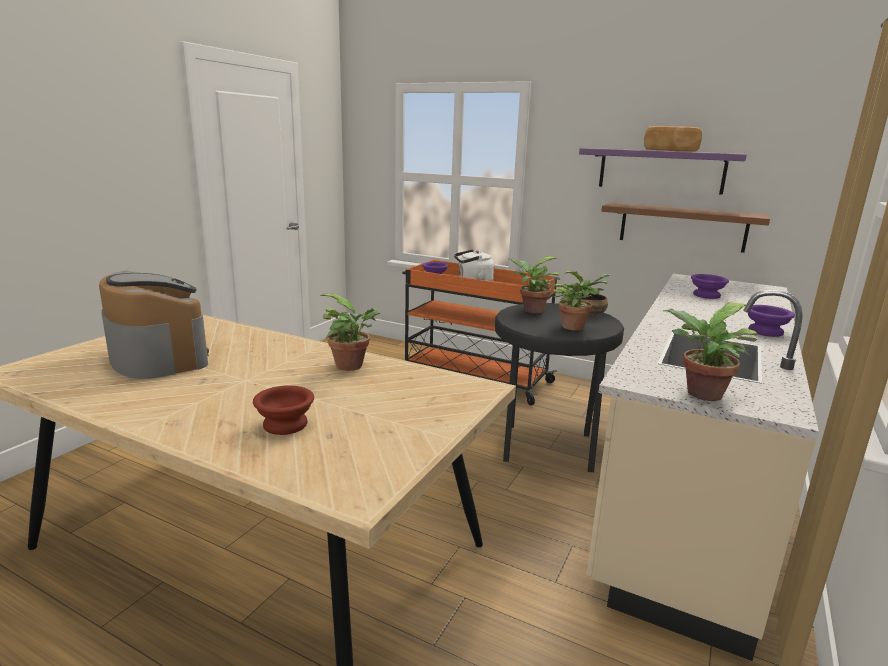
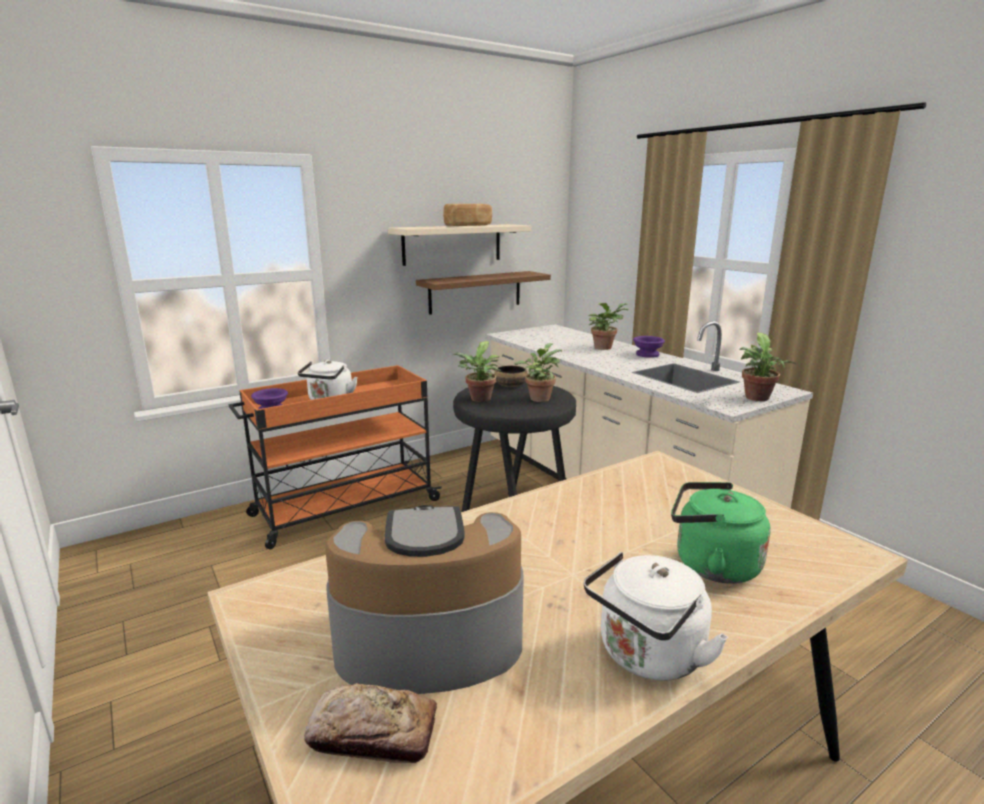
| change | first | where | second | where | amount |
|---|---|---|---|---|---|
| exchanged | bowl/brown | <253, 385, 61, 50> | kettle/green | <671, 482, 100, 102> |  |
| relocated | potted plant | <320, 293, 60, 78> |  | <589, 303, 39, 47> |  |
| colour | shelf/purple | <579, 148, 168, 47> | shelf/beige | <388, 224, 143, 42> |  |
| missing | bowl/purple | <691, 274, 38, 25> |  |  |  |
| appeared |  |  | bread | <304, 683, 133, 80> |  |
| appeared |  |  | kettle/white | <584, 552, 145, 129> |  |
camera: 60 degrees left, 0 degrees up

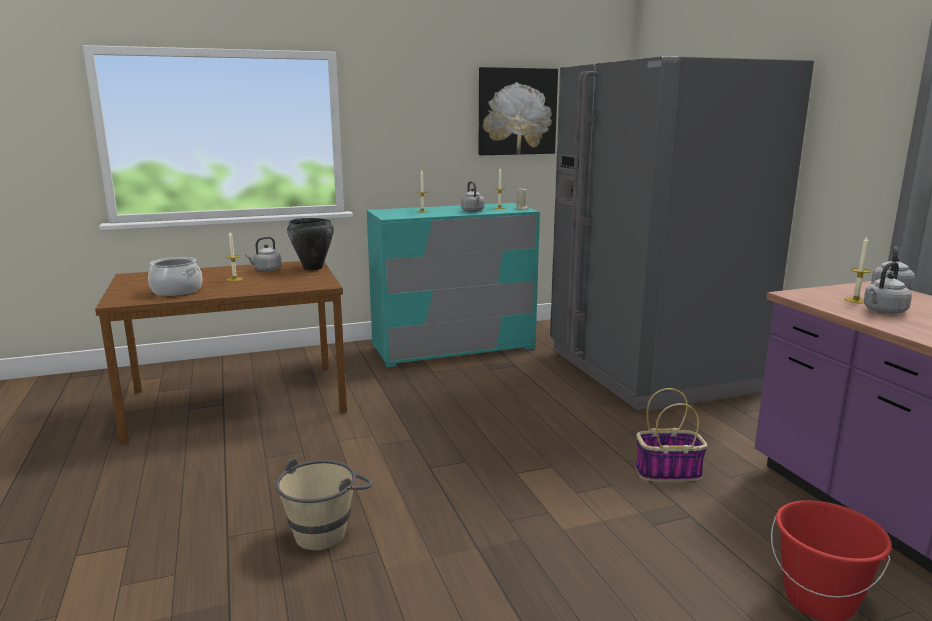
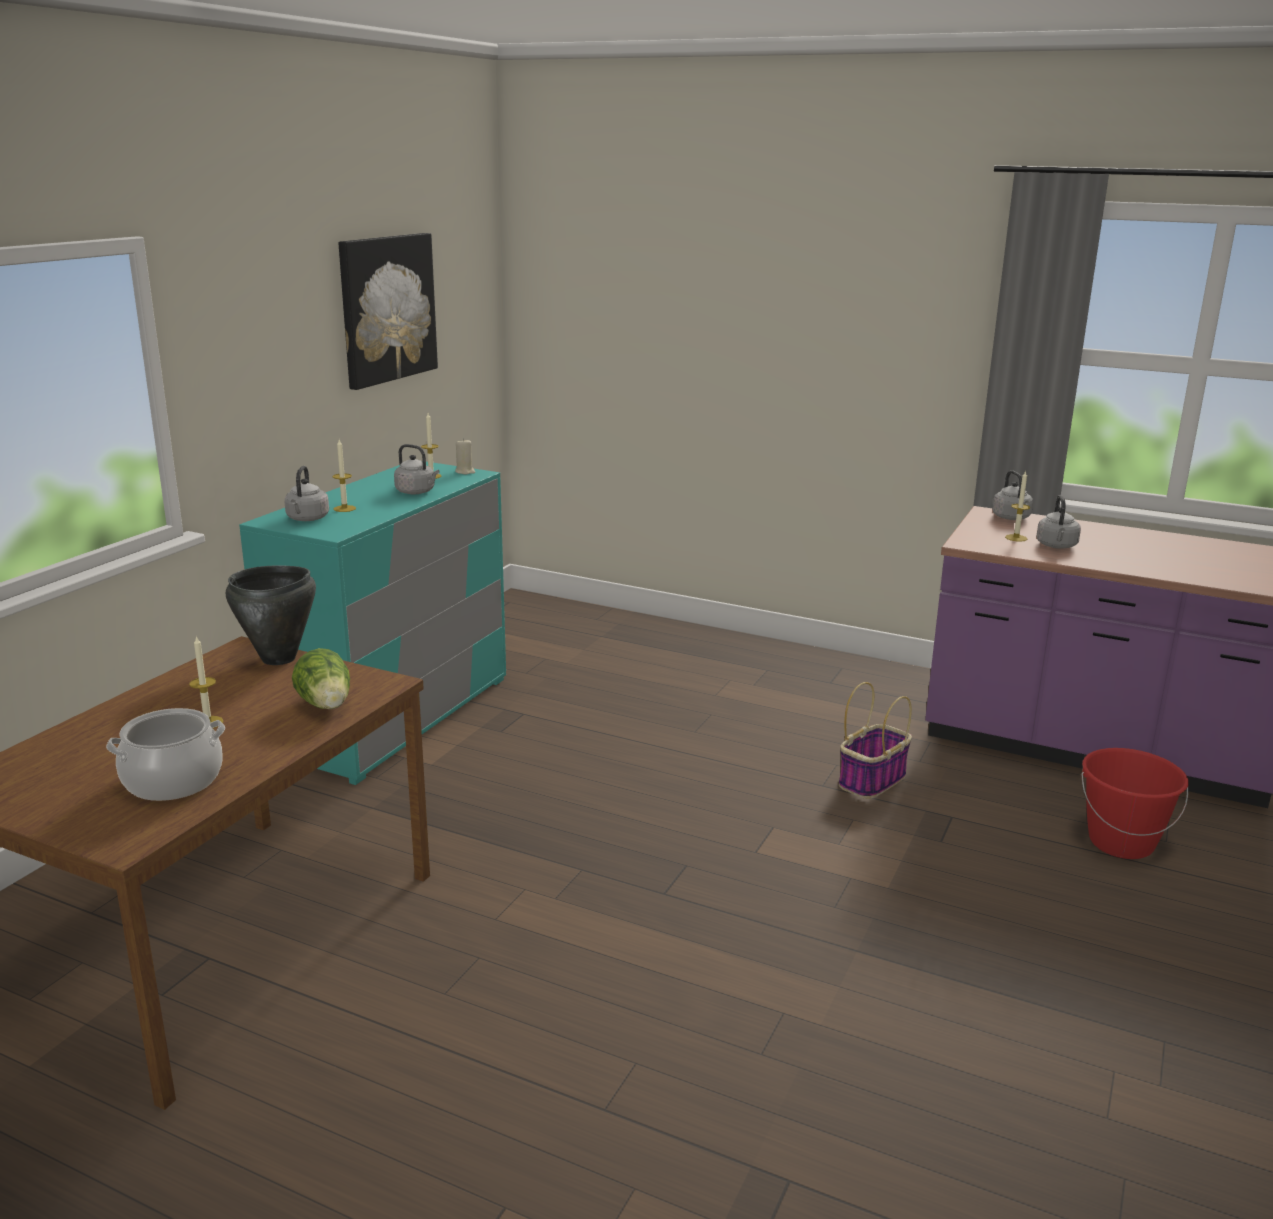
| change | first | where | second | where | amount |
|---|---|---|---|---|---|
| relocated | kettle/grey | <245, 237, 37, 34> |  | <284, 466, 45, 55> |  |
| missing | bucket/beige | <276, 459, 96, 91> |  |  |  |
| missing | fridge/grey | <550, 56, 264, 355> |  |  |  |
| appeared |  |  | lettuce | <292, 648, 58, 61> |  |
camera: 45 degrees left, 5 degrees up

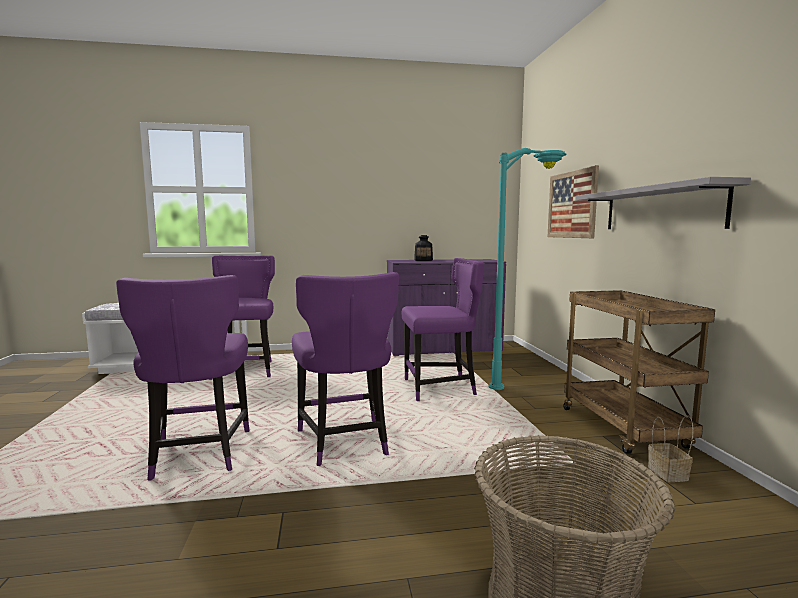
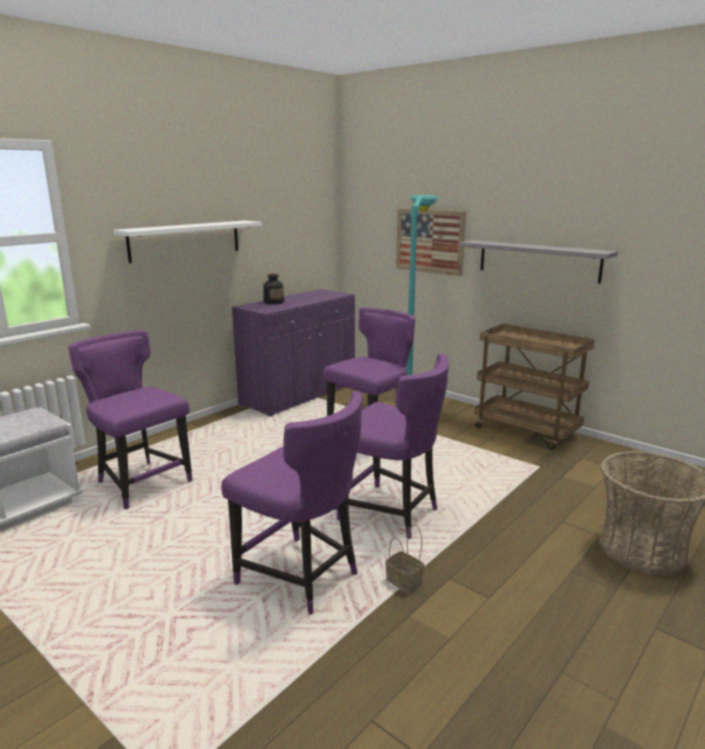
| change | first | where | second | where | amount |
|---|---|---|---|---|---|
| relocated | basket | <648, 415, 46, 67> |  | <385, 524, 39, 70> |  |
| appeared |  |  | shelf/white | <113, 221, 149, 42> |  |
camera: 40 degrees left, 10 degrees up

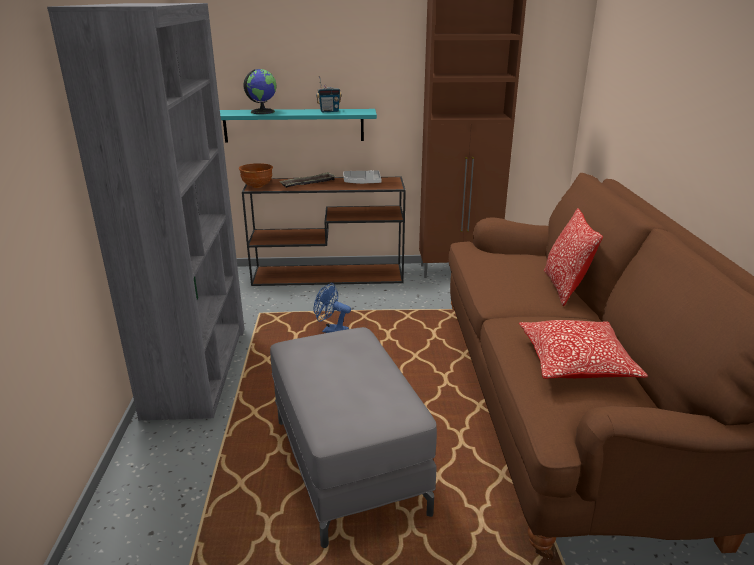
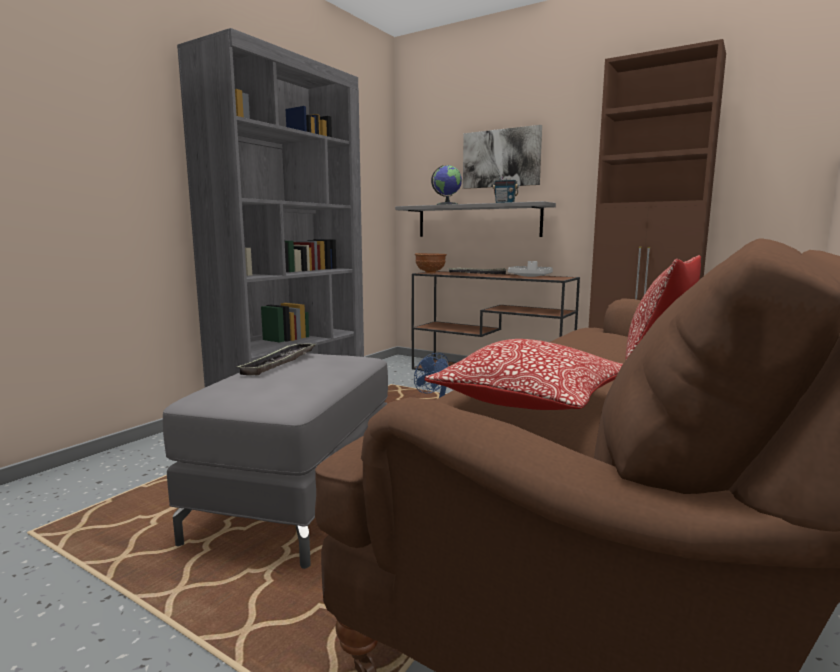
| change | first | where | second | where | amount |
|---|---|---|---|---|---|
| colour | shelf/turquoise | <220, 109, 157, 33> | shelf/grey | <395, 201, 161, 36> |  |
| appeared |  |  | tray | <237, 343, 78, 32> |  |
| appeared |  |  | picture | <463, 125, 79, 64> |  |
camera: 35 degrees right, 15 degrees down

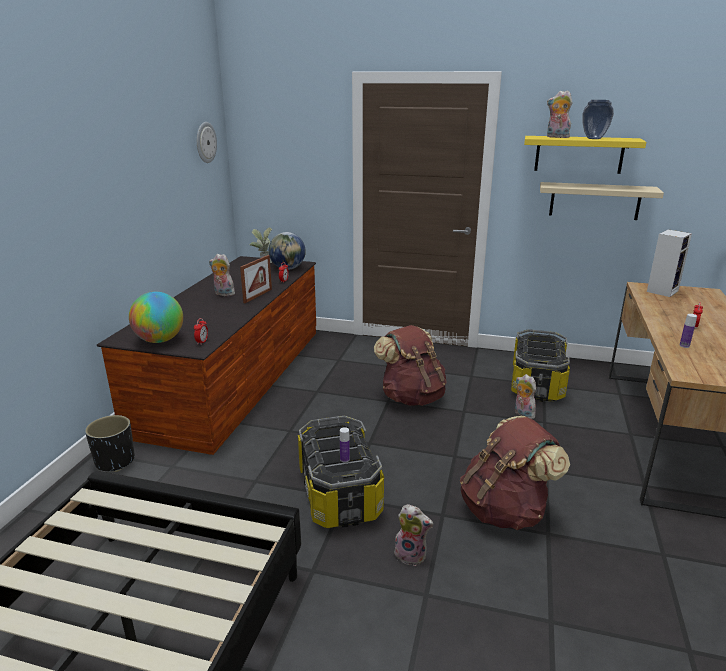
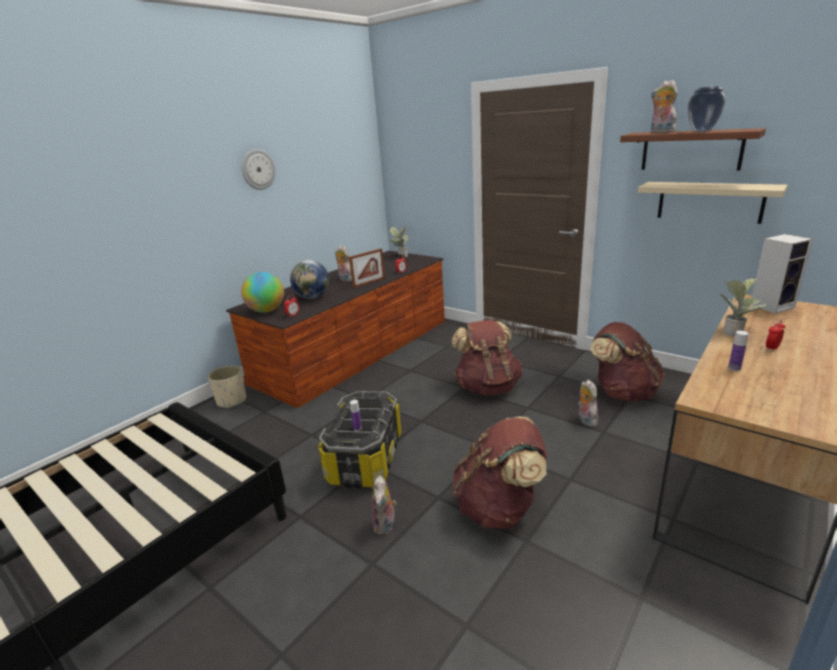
| change | first | where | second | where | amount |
|---|---|---|---|---|---|
| colour | planter/black | <85, 415, 50, 57> | planter/beige | <208, 365, 38, 44> |  |
| relocated | wall clock | <197, 122, 20, 41> |  | <242, 149, 33, 41> |  |
| relocated | globe | <268, 232, 38, 38> |  | <290, 260, 39, 39> |  |
| spun | plush toy | <394, 504, 39, 62> |  | <372, 476, 25, 59> | 45 degrees clockwise |
| exchanged | storage box | <511, 329, 59, 73> | backpack/brown | <590, 322, 74, 80> |  |
| colour | shelf/yellow | <524, 136, 122, 38> | shelf/brown | <620, 128, 146, 43> |  |
| appeared |  |  | potted plant | <720, 278, 46, 59> |  |
camera: 25 degrees right, 0 degrees up

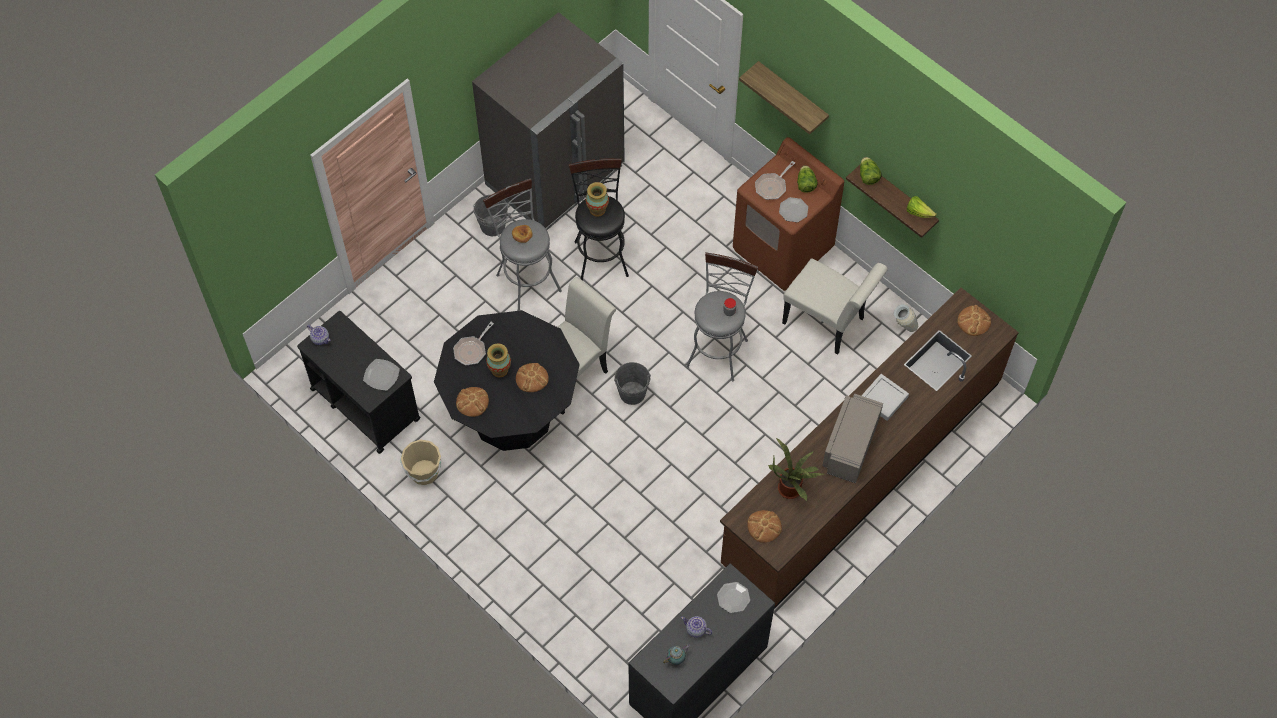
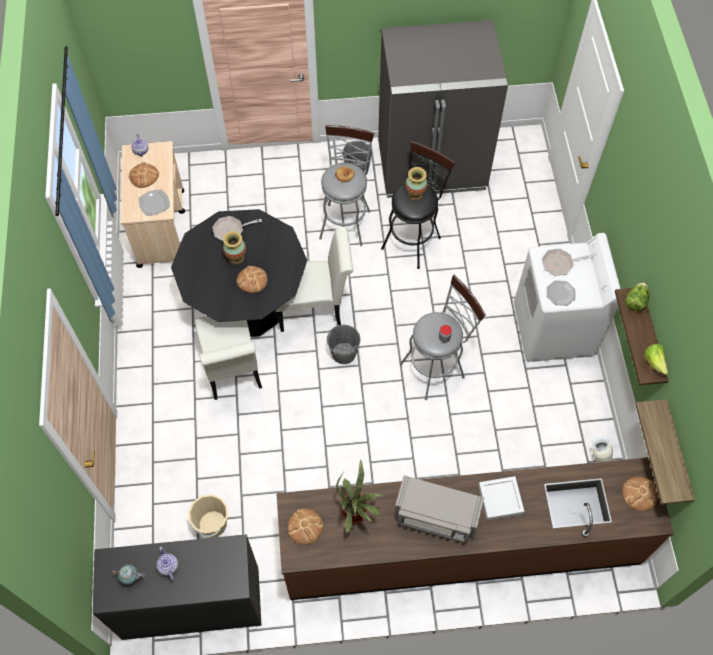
| change | first | where | second | where | amount |
|---|---|---|---|---|---|
| colour | cart/black | <297, 311, 124, 143> | cart/beige | <121, 141, 64, 127> |  |
| relocated | bucket/beige | <401, 439, 40, 46> |  | <188, 494, 40, 44> |  |
| relocated | bread | <456, 387, 33, 30> |  | <129, 162, 30, 26> |  |
| missing | plate | <717, 582, 33, 31> |  |  |  |
| colour | washing machine/brown | <733, 137, 111, 154> | washing machine/white | <514, 233, 107, 129> |  |
| relocated | shelf | <739, 61, 90, 73> |  | <635, 399, 60, 106> |  |
| relocated | chair/white | <782, 258, 106, 97> |  | <194, 316, 68, 84> |  |
| missing | lettuce | <797, 165, 21, 28> |  |  |  |
| spun | microwave/grey | <822, 394, 61, 89> |  | <394, 475, 90, 69> | 135 degrees counterclockwise |
camera: 40 degrees right, 0 degrees up

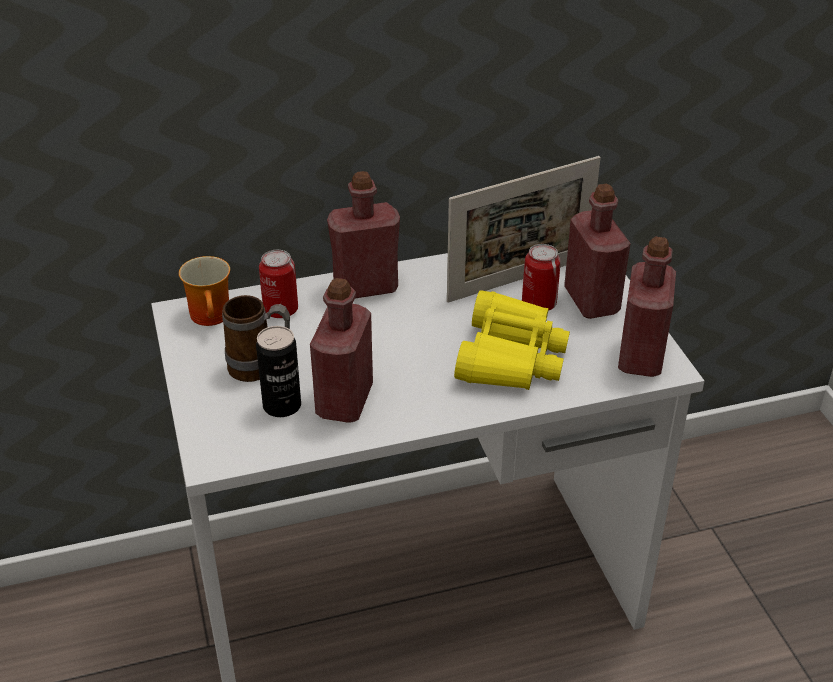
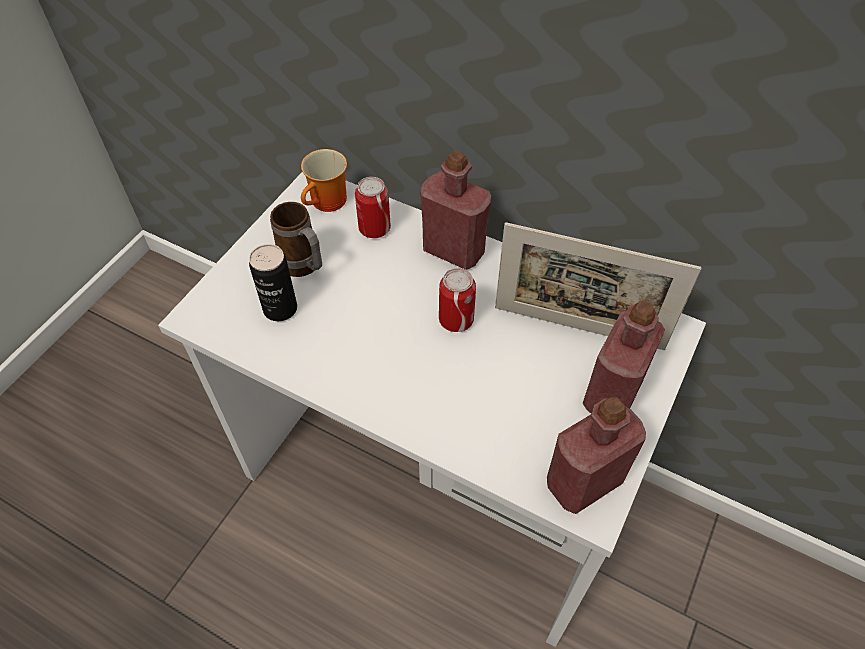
| change | first | where | second | where | amount |
|---|---|---|---|---|---|
| missing | bottle/red | <310, 278, 63, 145> |  |  |  |
| missing | binoculars/yellow | <454, 290, 116, 100> |  |  |  |
| relocated | can | <522, 244, 39, 67> |  | <439, 268, 37, 64> |  |
camera: 45 degrees right, 15 degrees up

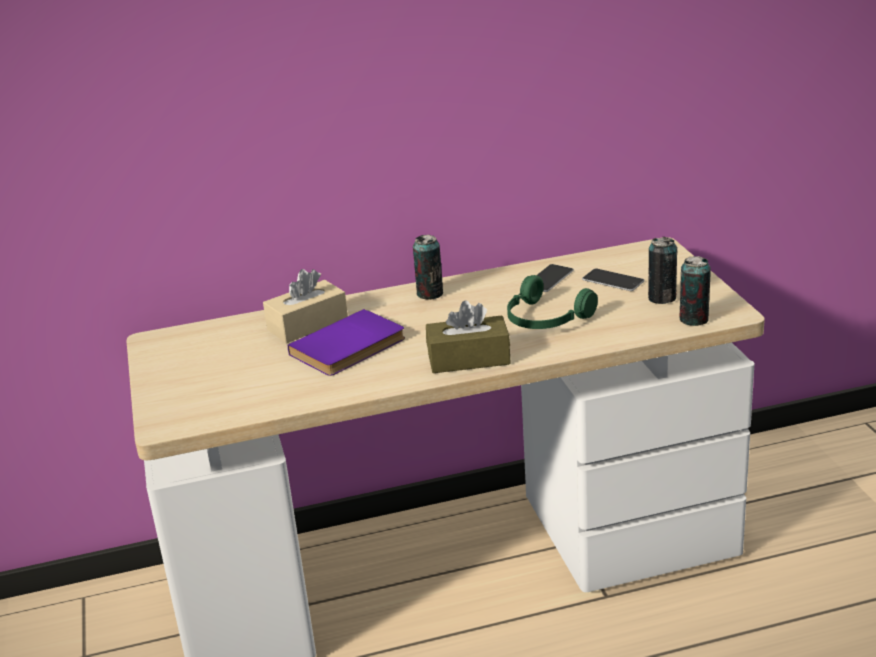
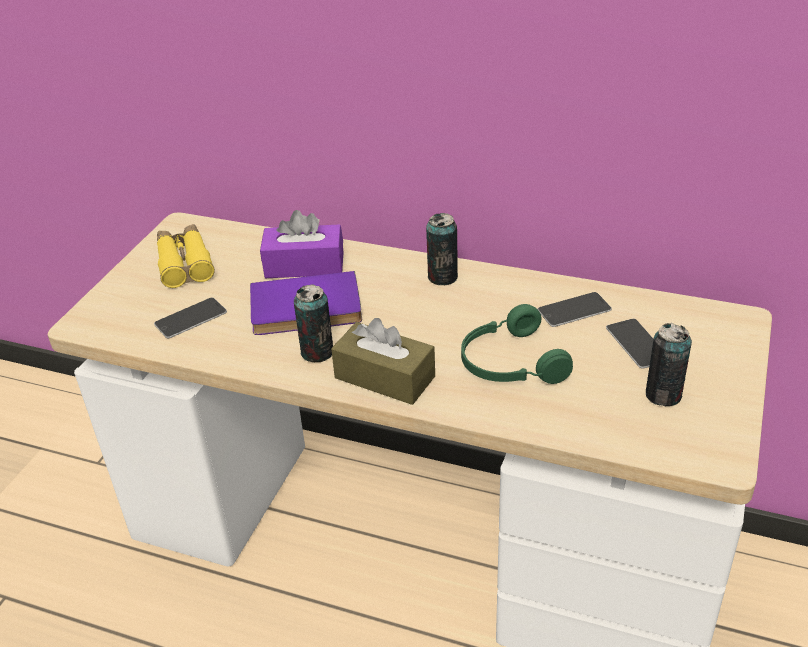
| change | first | where | second | where | amount |
|---|---|---|---|---|---|
| colour | tissue box/beige | <263, 269, 85, 74> | tissue box/purple | <260, 210, 83, 68> |  |
| relocated | can | <679, 256, 32, 70> |  | <294, 285, 39, 77> |  |
| appeared |  |  | phone | <154, 297, 73, 41> |  |
| appeared |  |  | binoculars/yellow | <157, 224, 58, 64> |  |
camera: 35 degrees right, 10 degrees up

